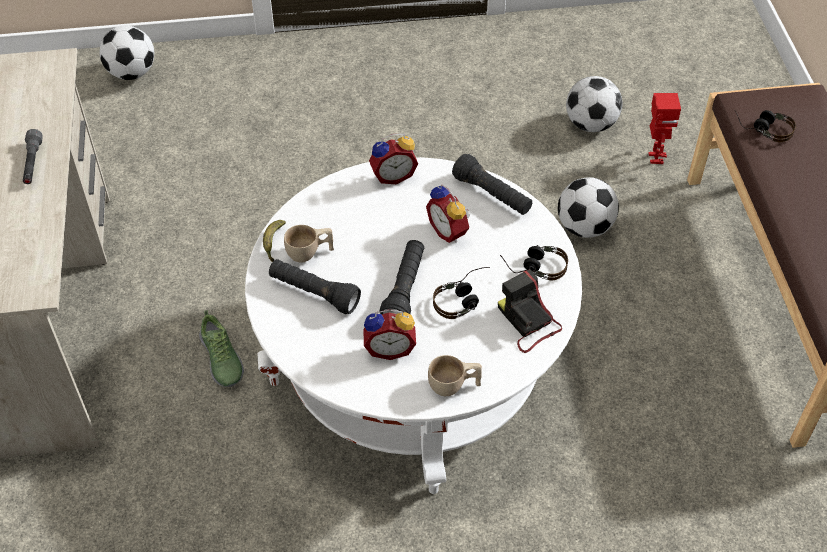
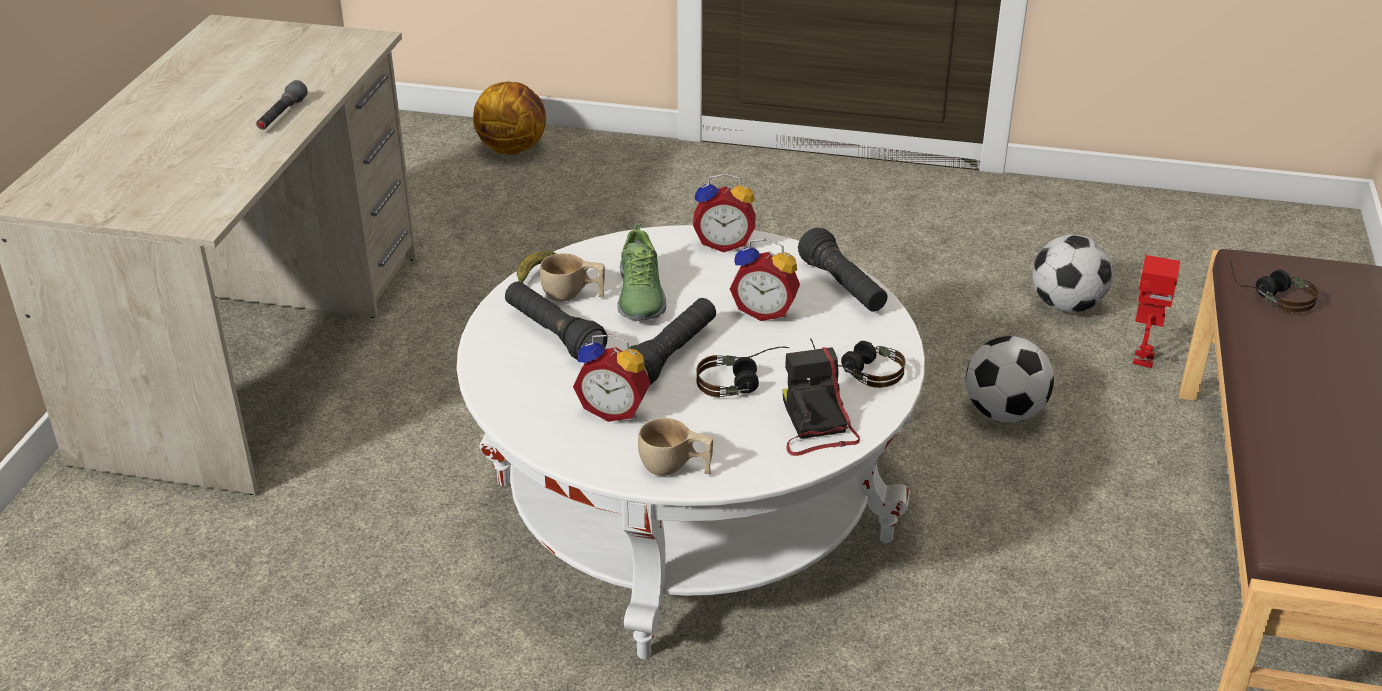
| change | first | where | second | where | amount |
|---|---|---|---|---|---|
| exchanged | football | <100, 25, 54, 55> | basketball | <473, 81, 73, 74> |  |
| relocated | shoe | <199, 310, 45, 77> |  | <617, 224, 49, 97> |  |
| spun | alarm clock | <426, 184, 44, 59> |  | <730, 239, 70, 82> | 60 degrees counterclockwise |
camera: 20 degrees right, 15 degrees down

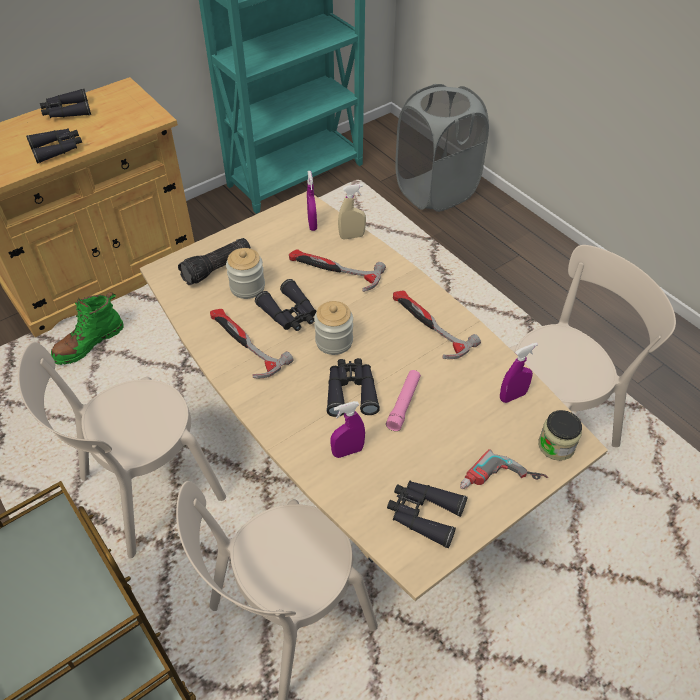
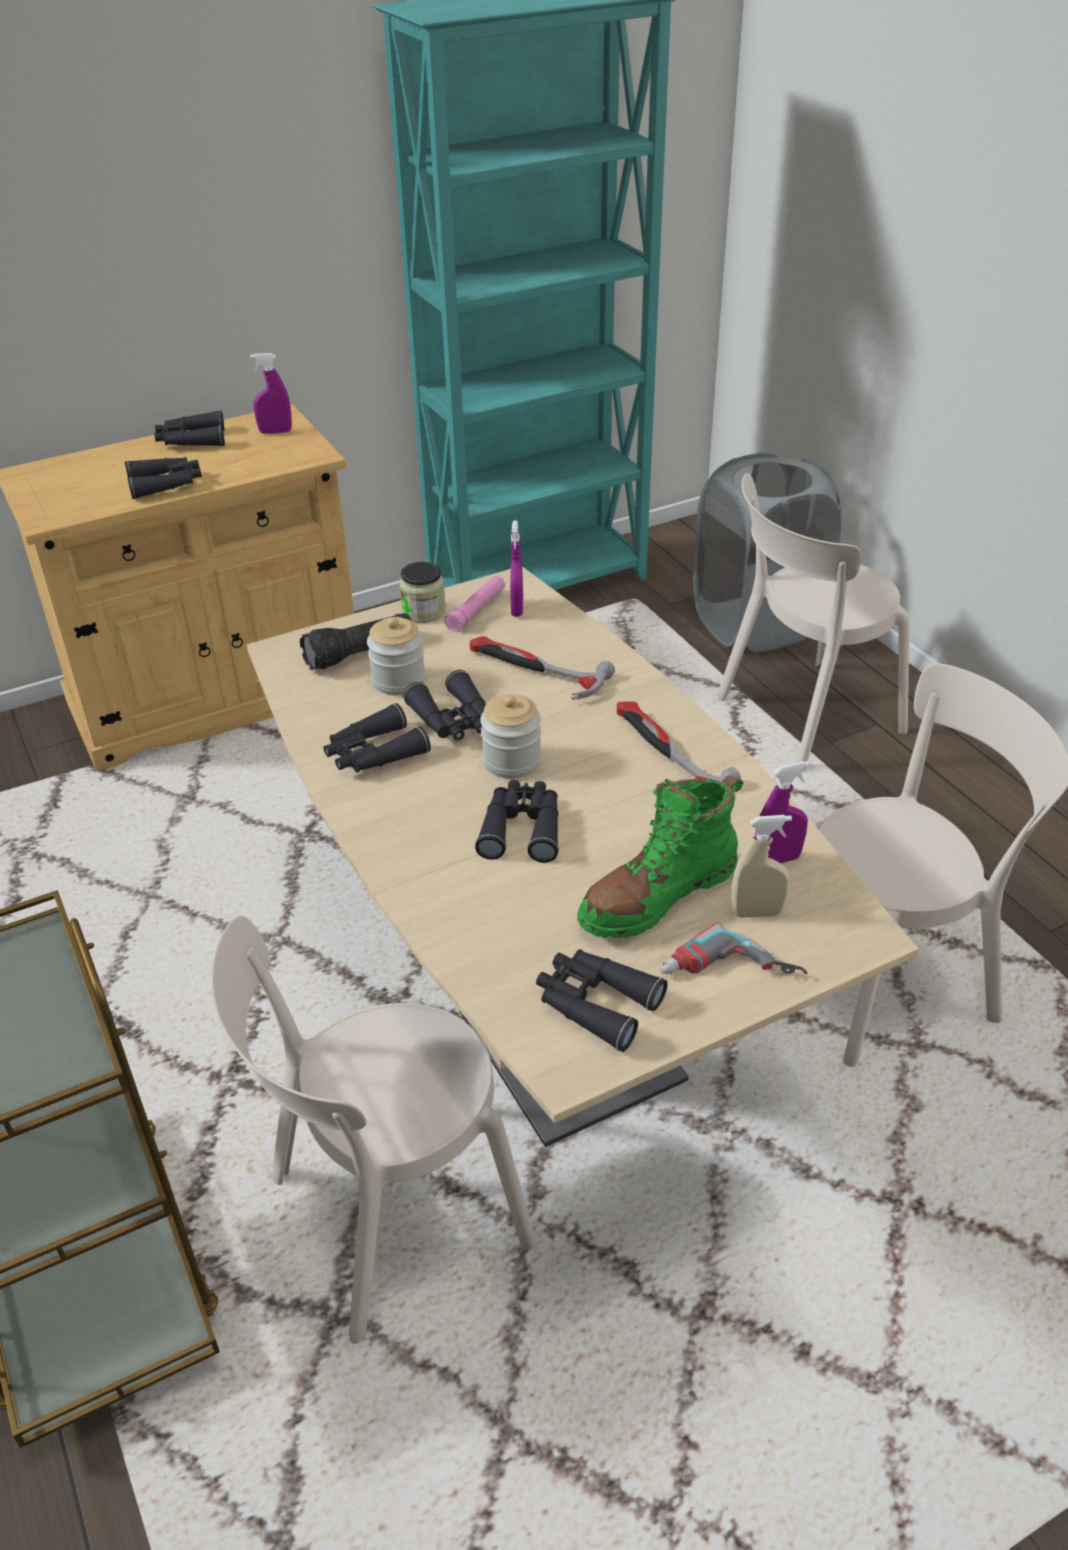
| change | first | where | second | where | amount |
|---|---|---|---|---|---|
| relocated | chair/beige | <18, 342, 208, 217> |  | <716, 473, 194, 299> |  |
| relocated | boot/green | <51, 292, 73, 73> |  | <577, 775, 166, 163> |  |
| exchanged | hammer | <210, 309, 84, 69> | binoculars/black | <324, 703, 107, 70> |  |
| relocated | spray bottle/purple | <330, 401, 35, 57> |  | <250, 353, 42, 81> |  |
| relocated | spray bottle/beige | <338, 184, 28, 56> |  | <731, 815, 61, 103> |  |
| relocated | flashlight/pink | <386, 370, 35, 61> |  | <445, 576, 60, 56> |  |
| relocated | jar | <538, 410, 44, 51> |  | <399, 562, 47, 61> |  |
camera: 10 degrees right, 10 degrees down

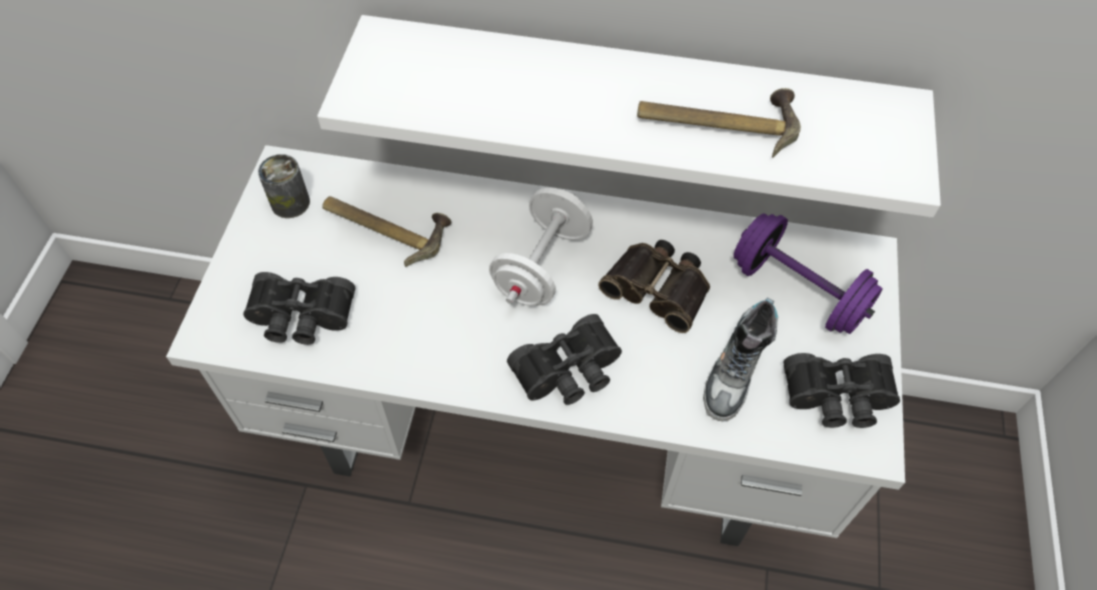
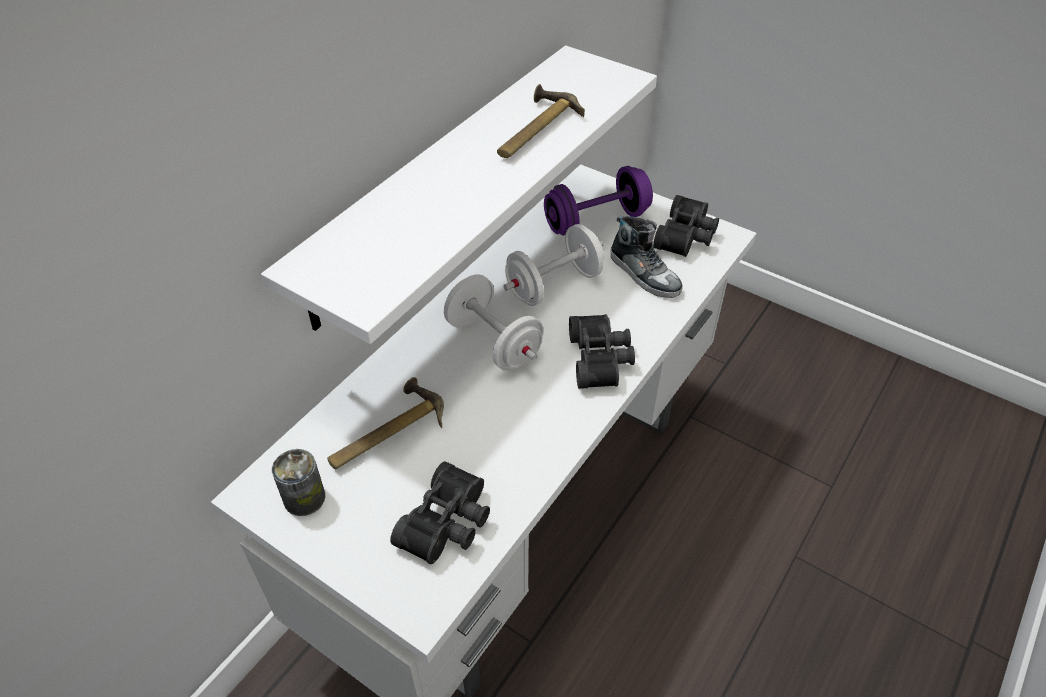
| change | first | where | second | where | amount |
|---|---|---|---|---|---|
| exchanged | binoculars | <598, 240, 112, 93> | dumbbell/white | <504, 224, 100, 82> |  |
camera: 65 degrees left, 10 degrees down

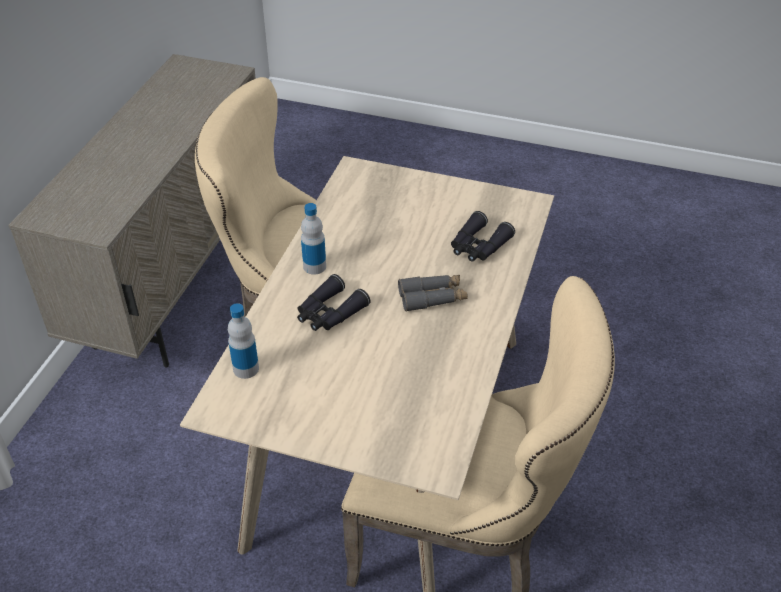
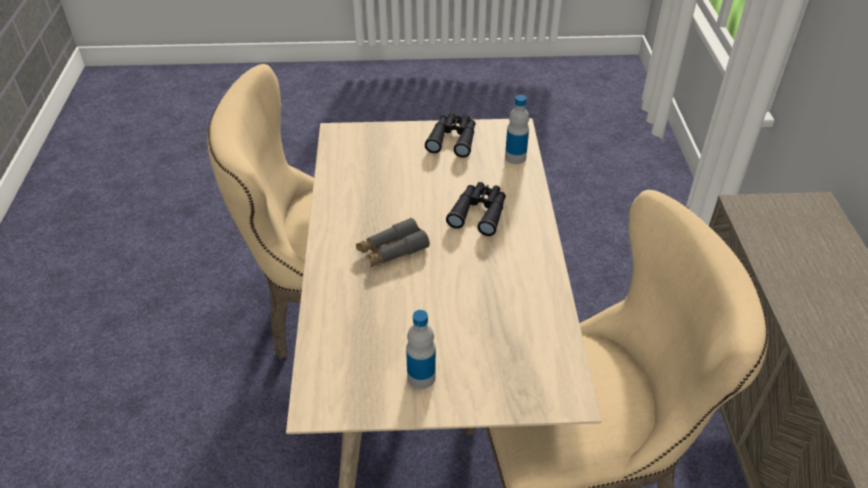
| change | first | where | second | where | amount |
|---|---|---|---|---|---|
| relocated | bottle | <301, 203, 25, 72> |  | <406, 310, 30, 79> |  |
| relocated | binoculars/black | <451, 211, 64, 51> |  | <425, 113, 50, 45> |  |
camera: 160 degrees right, 0 degrees up

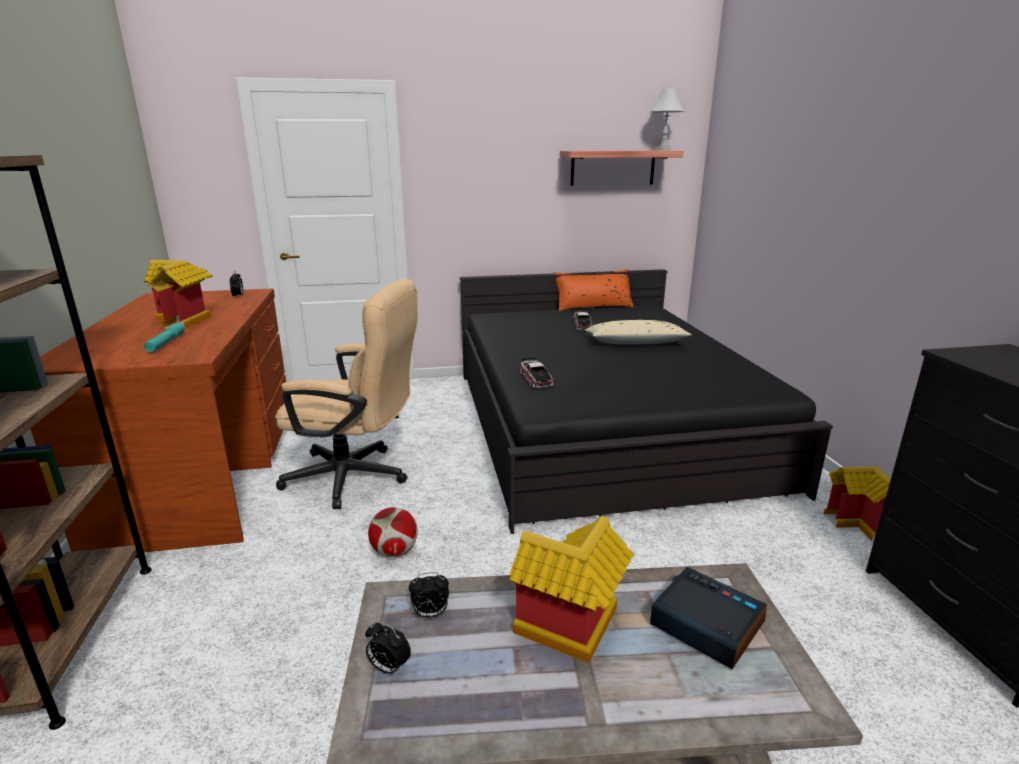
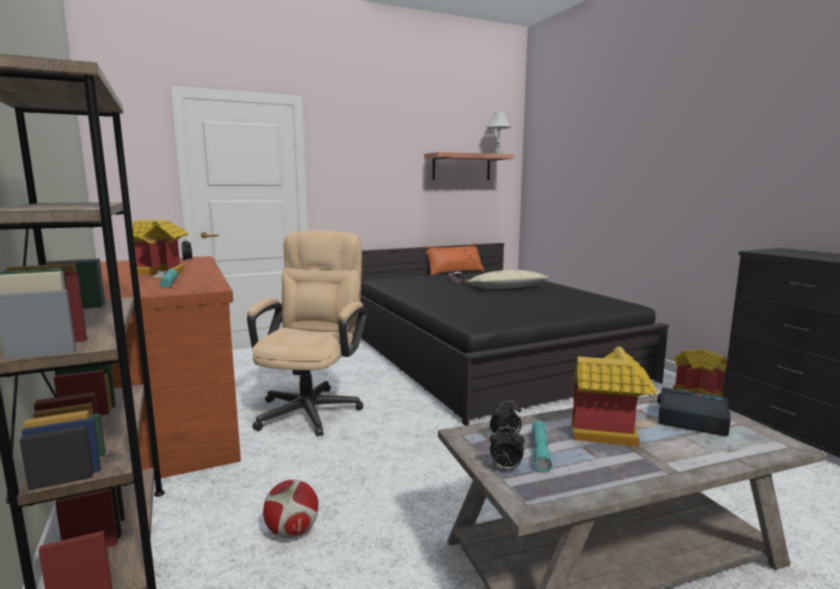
| change | first | where | second | where | amount |
|---|---|---|---|---|---|
| spun | office chair/beige | <275, 279, 143, 230> |  | <247, 230, 121, 206> | 75 degrees counterclockwise |
| relocated | football | <368, 507, 50, 50> |  | <263, 480, 56, 58> |  |
| missing | toy car | <520, 357, 34, 31> |  |  |  |
| appeared |  |  | flashlight/turquoise | <532, 420, 20, 53> |  |
camera: 15 degrees left, 10 degrees down

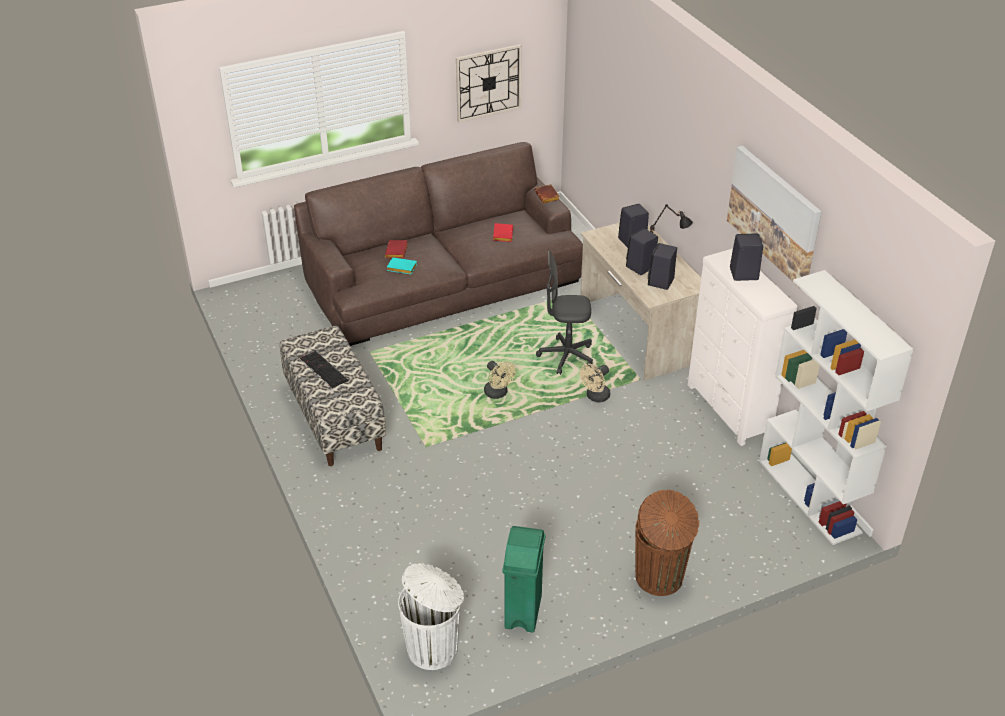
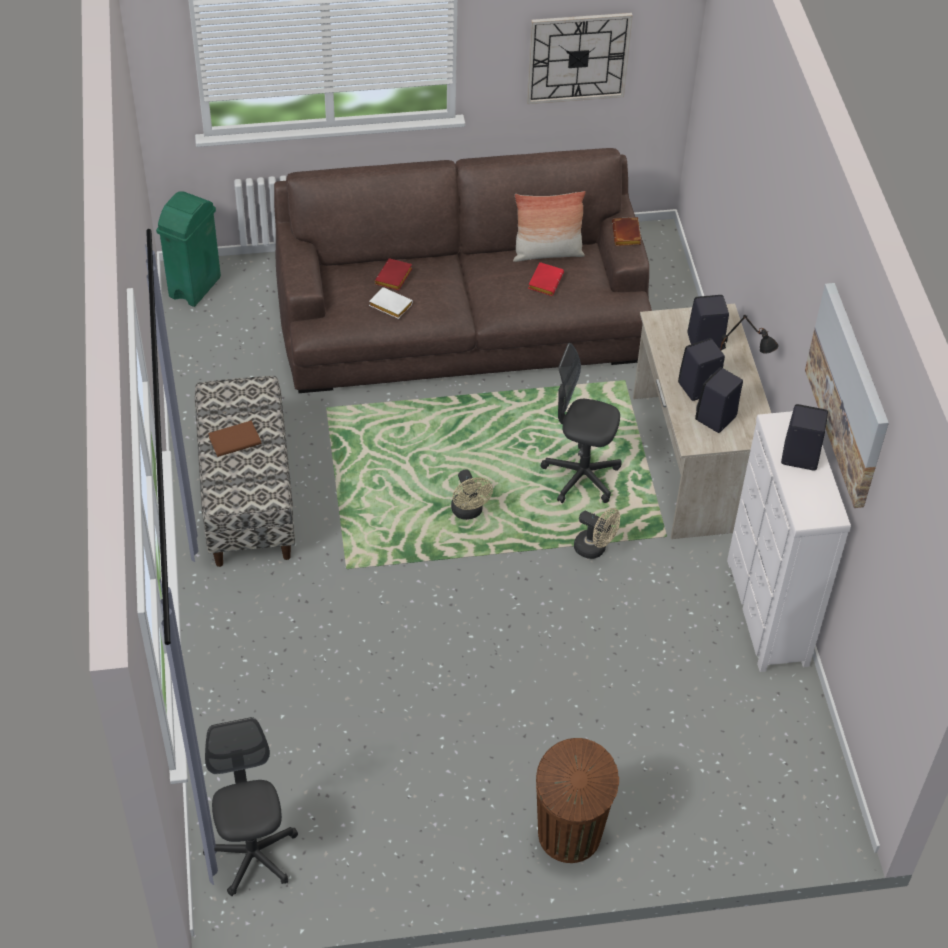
| change | first | where | second | where | amount |
|---|---|---|---|---|---|
| exchanged | keyboard | <300, 351, 48, 38> | book/brown | <208, 420, 53, 37> |  |
| colour | book/turquoise | <387, 257, 30, 17> | book/white | <369, 287, 44, 32> |  |
| exchanged | trash can/white | <398, 563, 66, 107> | office chair/grey | <203, 717, 95, 179> |  |
| relocated | trash can/green | <503, 526, 43, 107> |  | <156, 192, 65, 115> |  |
| spun | fan/beige | <580, 364, 30, 38> |  | <574, 508, 46, 51> | 120 degrees counterclockwise |
| missing | bookcase/white | <759, 270, 155, 275> |  |  |  |
| appeared |  |  | pillow | <513, 191, 73, 71> |  |
camera: 15 degrees right, 10 degrees up

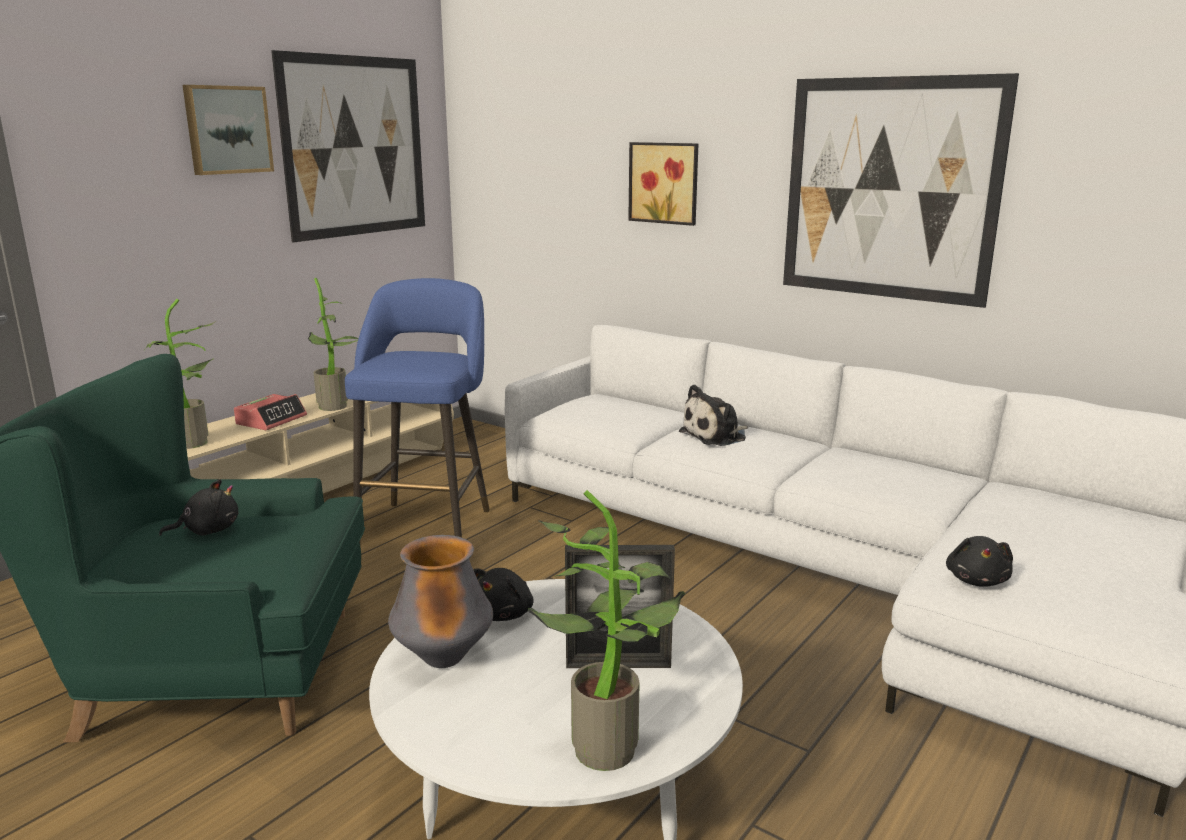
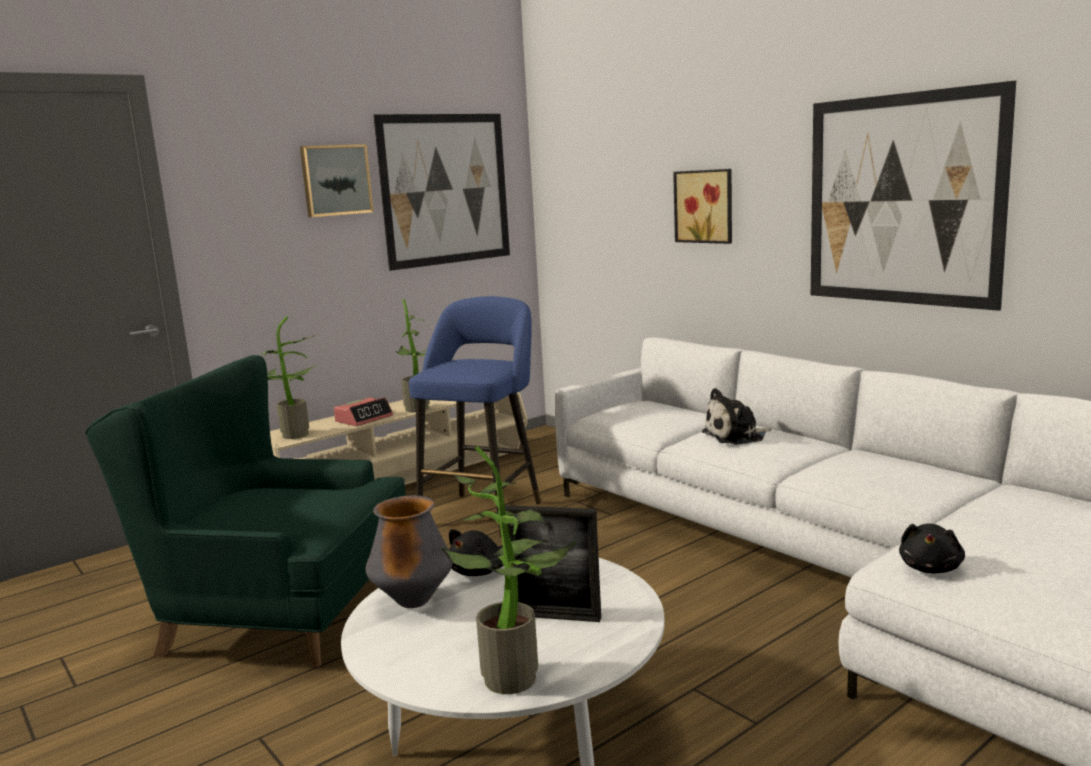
| change | first | where | second | where | amount |
|---|---|---|---|---|---|
| missing | plush toy/black | <159, 479, 80, 57> |  |  |  |
camera: 15 degrees right, 5 degrees down

